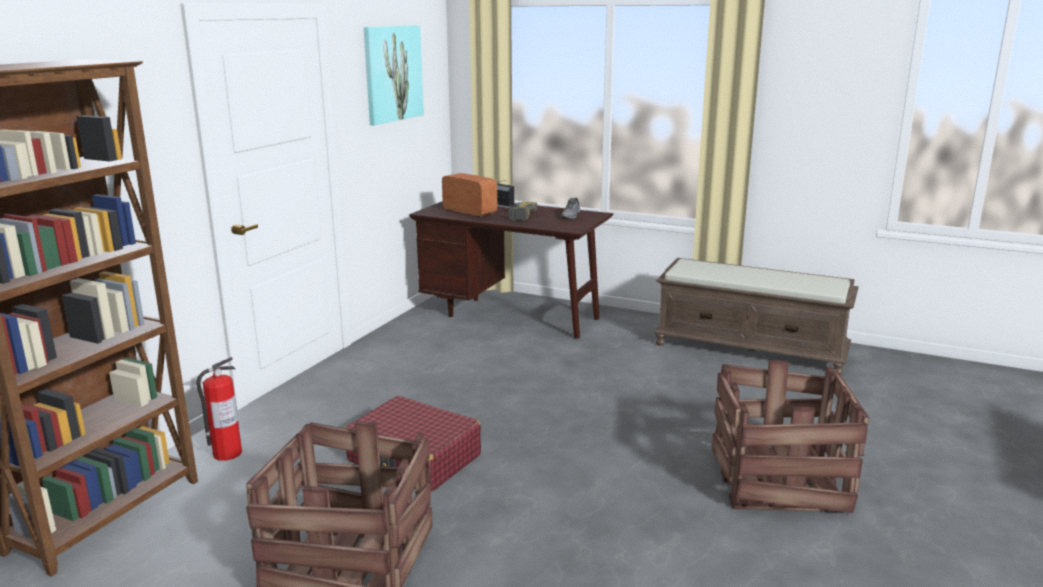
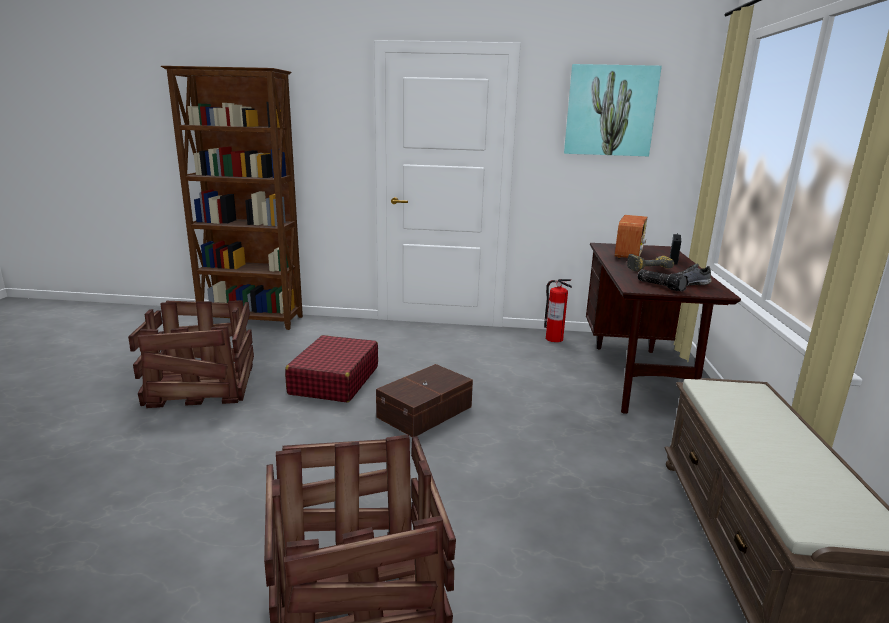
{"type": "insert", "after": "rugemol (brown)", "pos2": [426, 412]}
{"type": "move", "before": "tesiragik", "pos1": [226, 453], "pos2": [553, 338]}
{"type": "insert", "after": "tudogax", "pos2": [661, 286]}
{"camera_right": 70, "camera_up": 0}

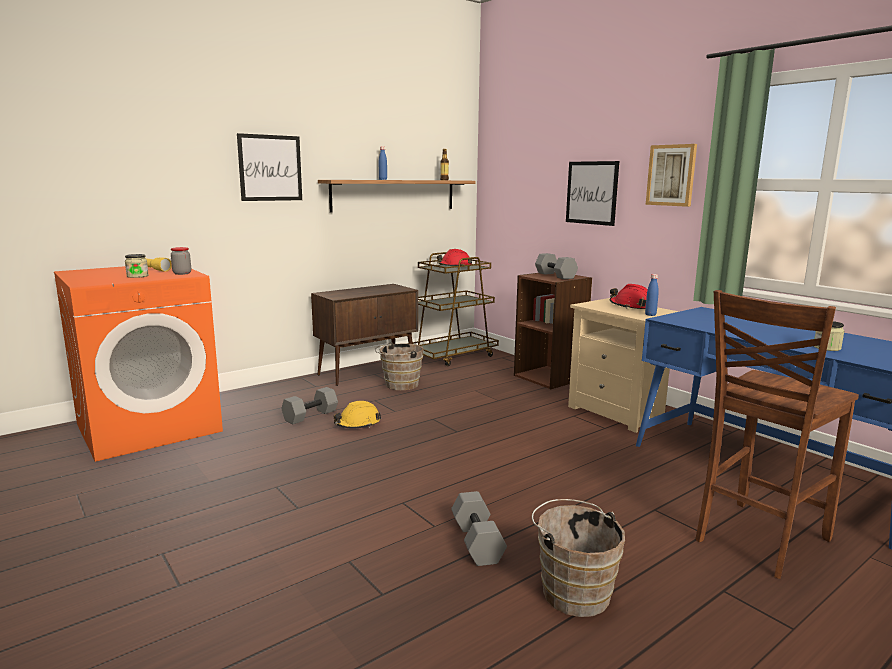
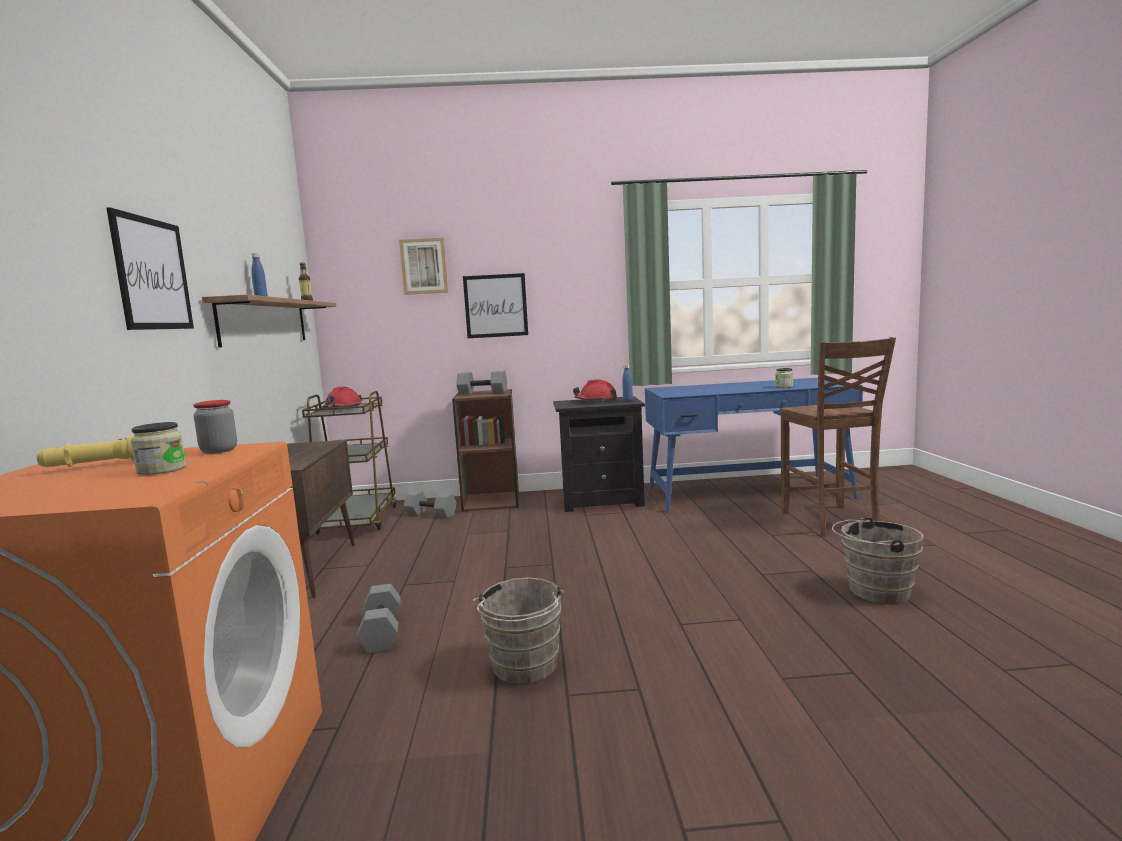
{"type": "move", "before": "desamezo", "pos1": [671, 175], "pos2": [424, 266]}
{"type": "move", "before": "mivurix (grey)", "pos1": [475, 541], "pos2": [430, 514]}
{"type": "move", "before": "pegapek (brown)", "pos1": [399, 385], "pos2": [524, 668]}
{"type": "recolor", "before": "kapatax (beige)", "after": "kapatax (black)", "pos1": [618, 413], "pos2": [602, 501]}
{"type": "delete", "before": "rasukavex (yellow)", "pos1": [357, 424]}
{"camera_right": -55, "camera_up": -5}

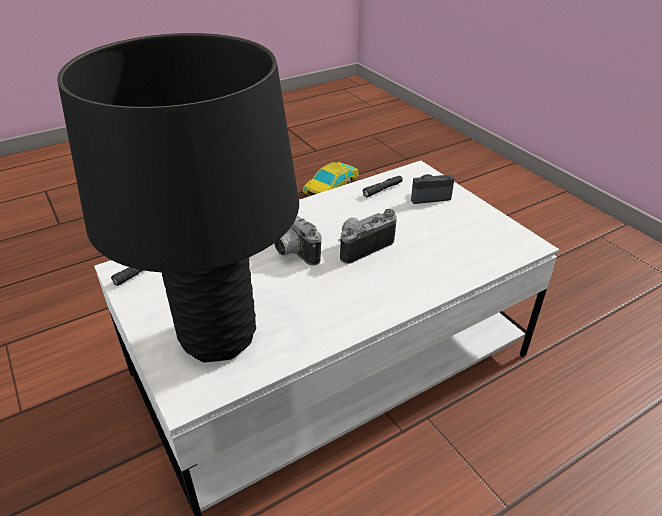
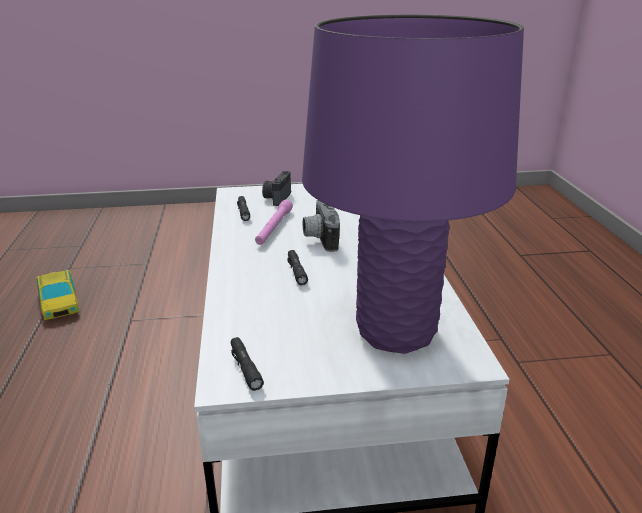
{"type": "insert", "after": "tudogax (pink)", "pos2": [274, 227]}
{"type": "replace", "before": "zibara", "after": "tudogax (black)", "pos1": [291, 252], "pos2": [296, 271]}
{"type": "recolor", "before": "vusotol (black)", "after": "vusotol (purple)", "pos1": [218, 336], "pos2": [395, 331]}
{"camera_right": -65, "camera_up": -10}

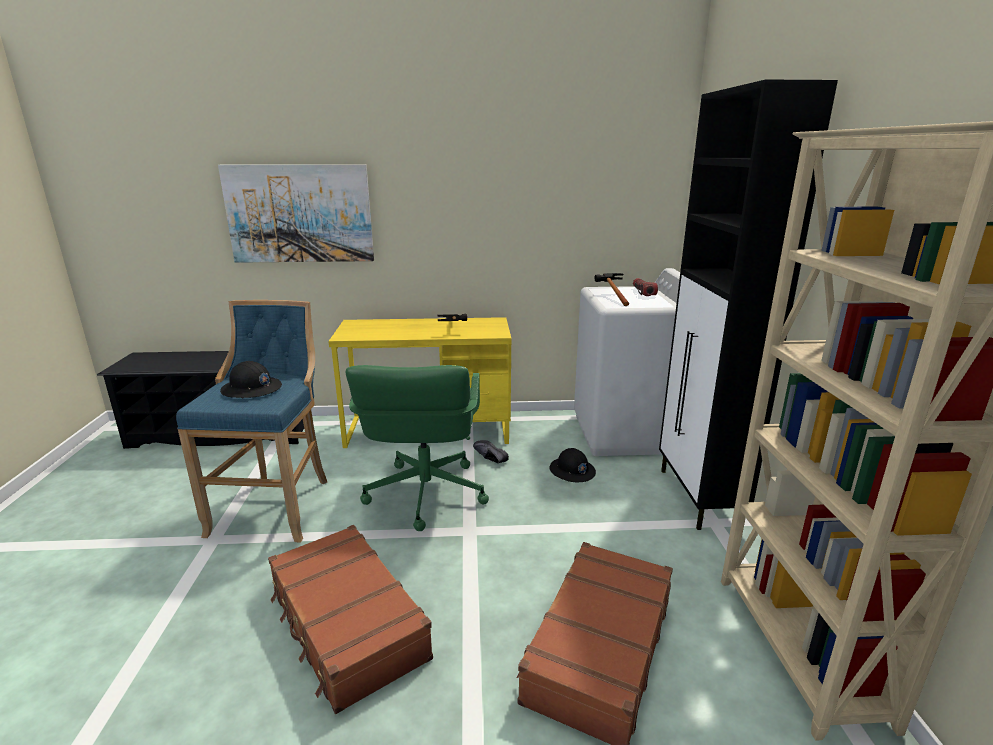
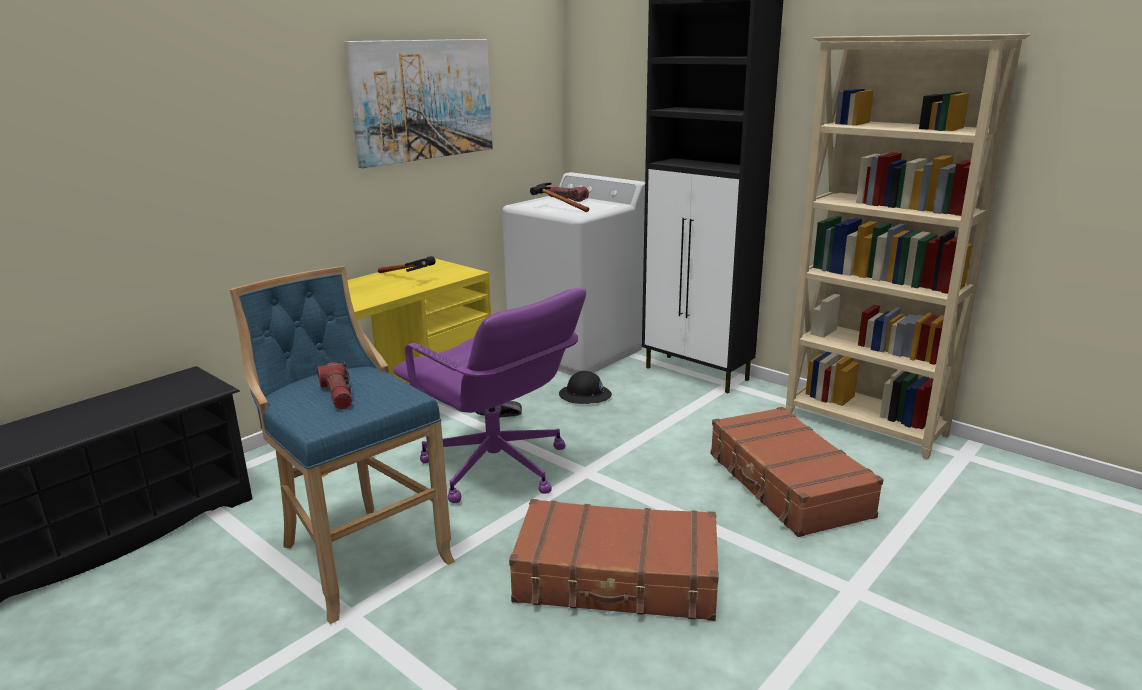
{"type": "replace", "before": "rasukavex (black)", "after": "tudogax", "pos1": [251, 389], "pos2": [338, 395]}
{"type": "move", "before": "desamezo", "pos1": [300, 214], "pos2": [423, 100]}
{"type": "recolor", "before": "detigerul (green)", "after": "detigerul (purple)", "pos1": [425, 494], "pos2": [495, 468]}
{"camera_right": -45, "camera_up": 0}

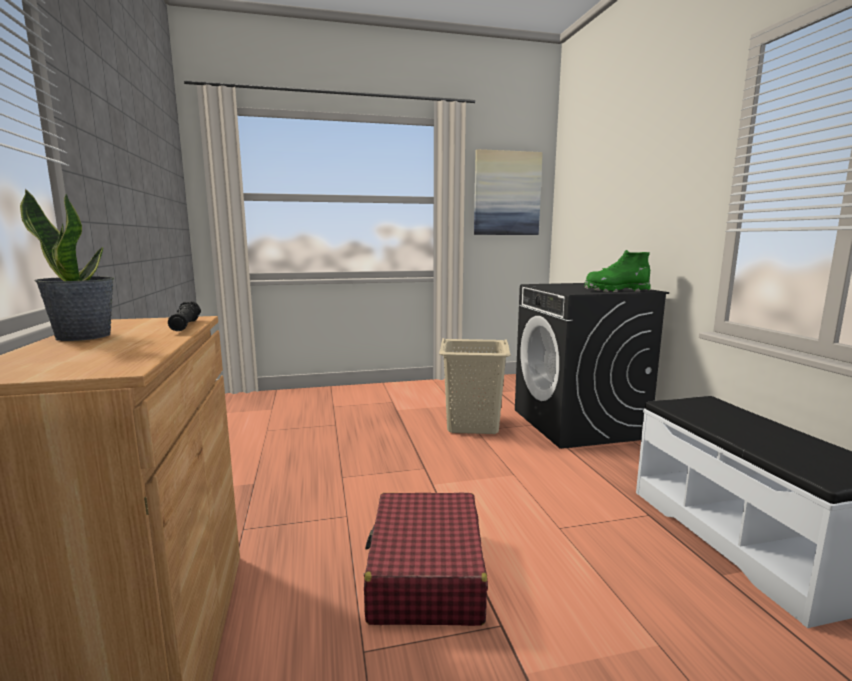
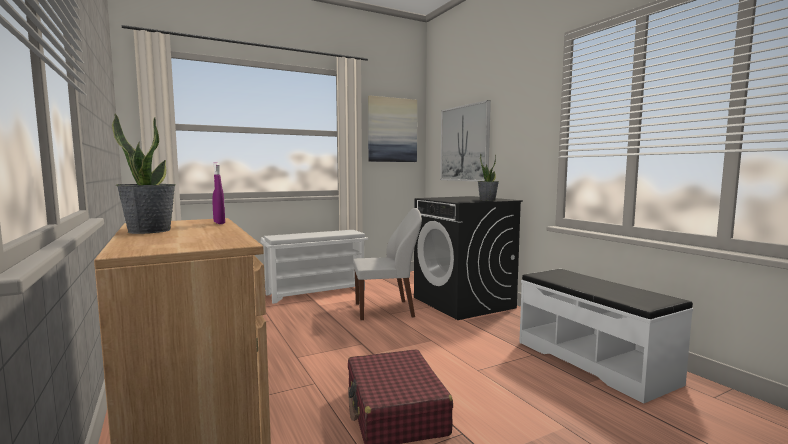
{"type": "replace", "before": "tudogax (black)", "after": "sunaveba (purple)", "pos1": [185, 325], "pos2": [219, 223]}
{"type": "insert", "after": "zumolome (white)", "pos2": [317, 292]}
{"type": "replace", "before": "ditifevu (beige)", "after": "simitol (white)", "pos1": [473, 425], "pos2": [386, 310]}
{"type": "insert", "after": "desamezo", "pos2": [464, 143]}
{"type": "replace", "before": "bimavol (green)", "after": "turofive", "pos1": [615, 290], "pos2": [487, 200]}
{"camera_right": -15, "camera_up": -5}

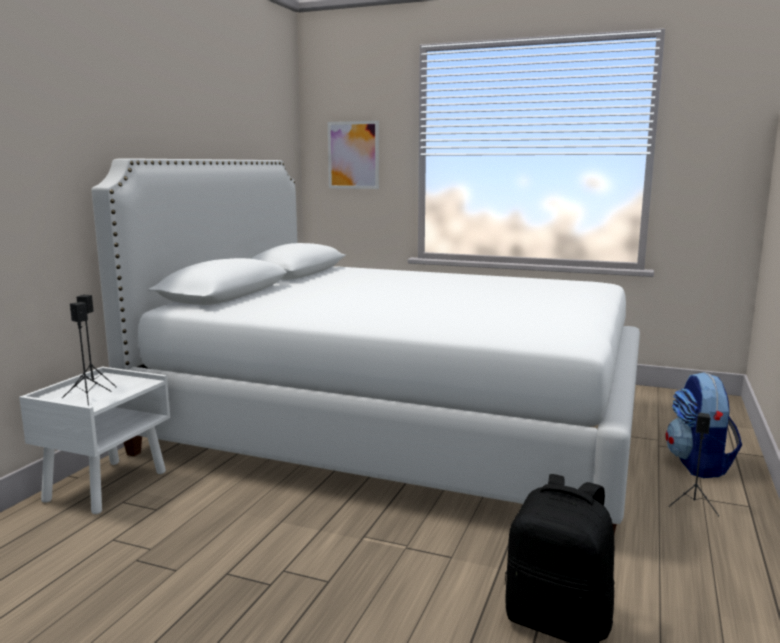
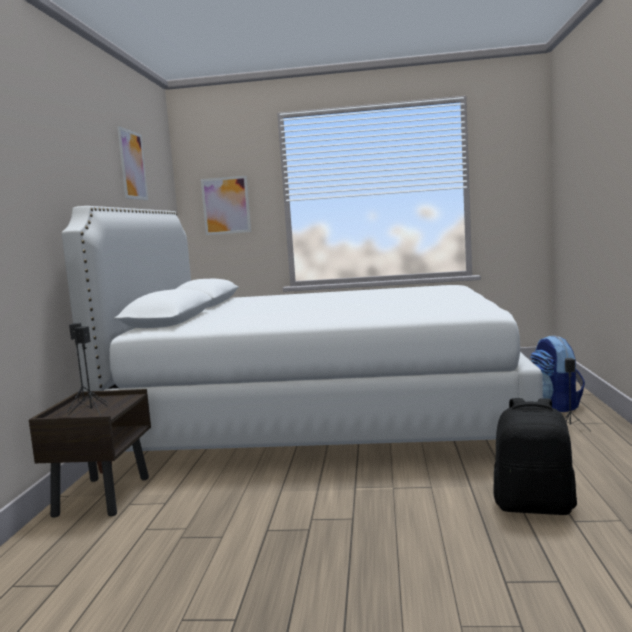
{"type": "recolor", "before": "kapatax (white)", "after": "kapatax (brown)", "pos1": [107, 485], "pos2": [103, 496]}
{"type": "insert", "after": "desamezo", "pos2": [132, 165]}
{"camera_right": -15, "camera_up": -5}

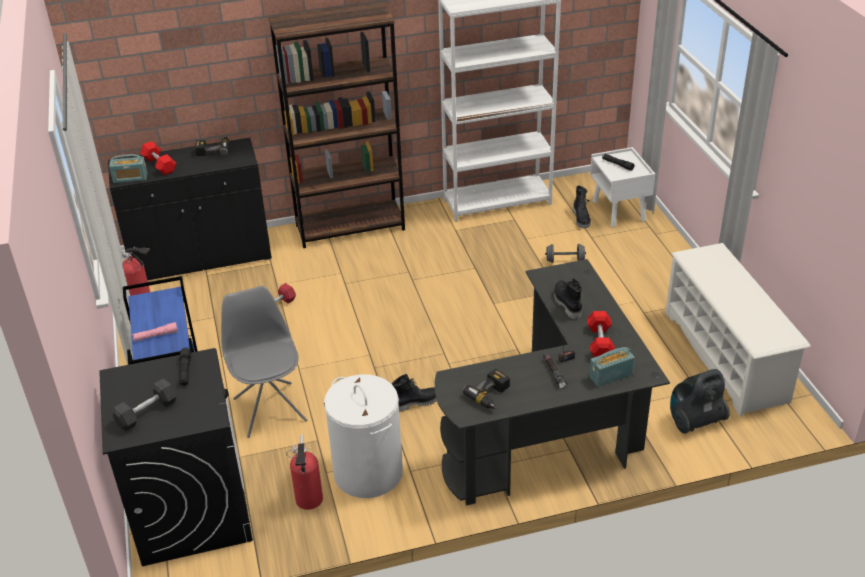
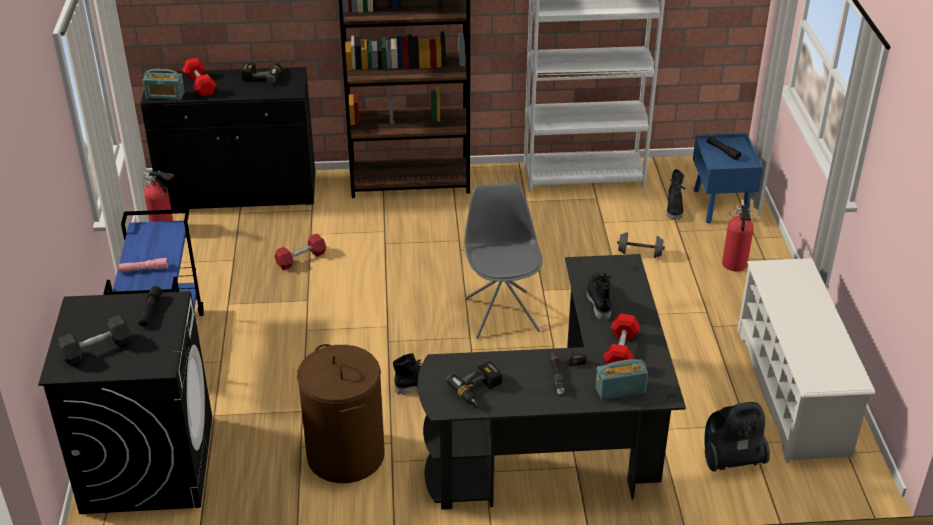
{"type": "recolor", "before": "ditifevu (white)", "after": "ditifevu (brown)", "pos1": [368, 473], "pos2": [345, 455]}
{"type": "move", "before": "simitol (grey)", "pos1": [269, 409], "pos2": [501, 313]}
{"type": "recolor", "before": "kapatax (white)", "after": "kapatax (blue)", "pos1": [619, 211], "pos2": [721, 206]}
{"type": "move", "before": "tesiragik", "pos1": [309, 501], "pos2": [734, 265]}
{"camera_right": 10, "camera_up": 0}

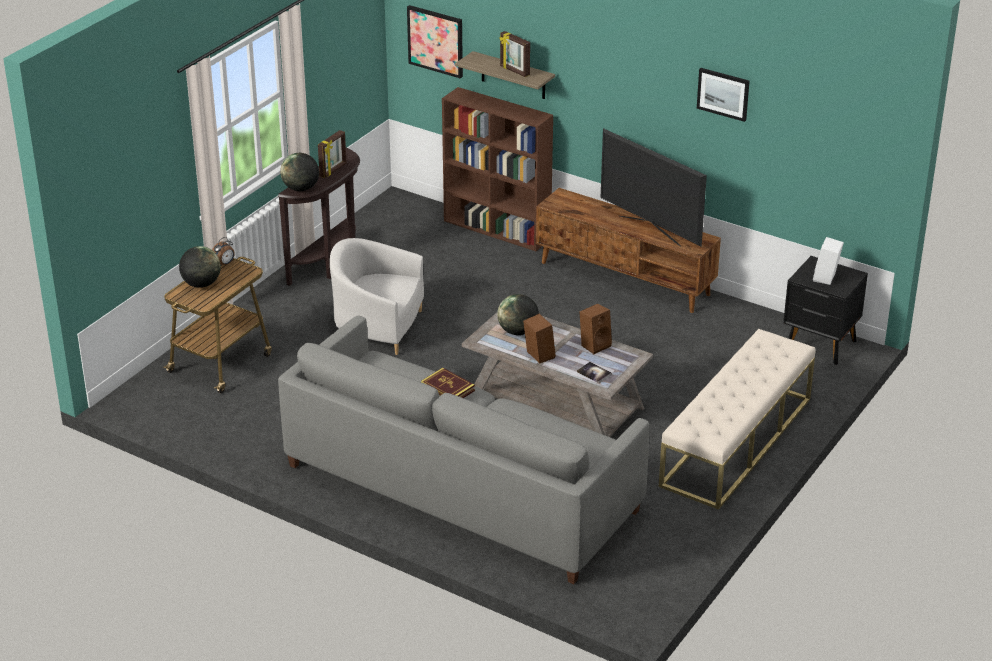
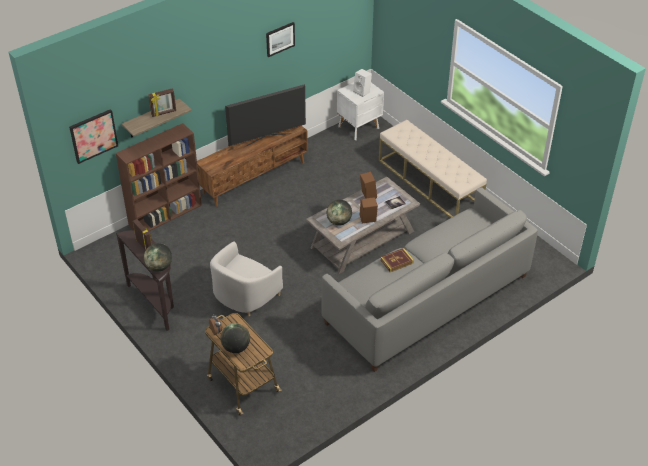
{"type": "recolor", "before": "kapatax (black)", "after": "kapatax (white)", "pos1": [821, 345], "pos2": [359, 127]}
{"camera_right": -70, "camera_up": 10}

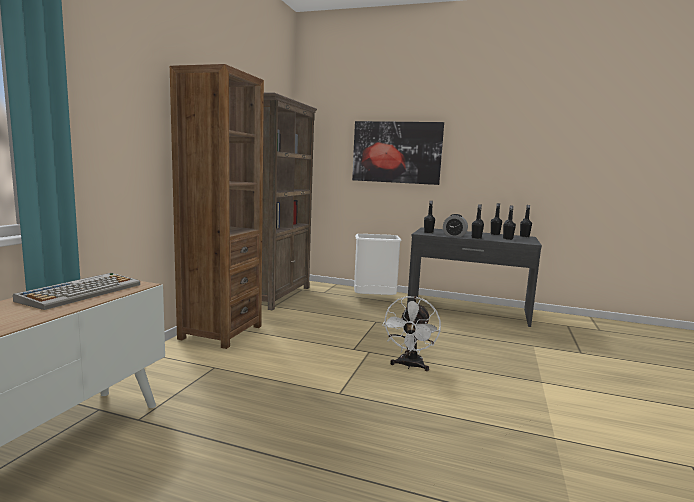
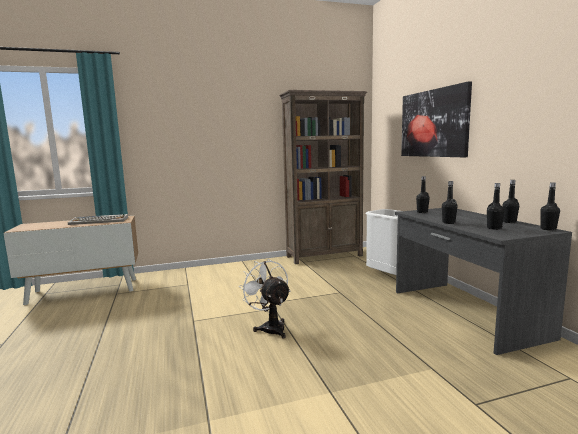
{"type": "rotate", "before": "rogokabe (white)", "pos1": [409, 366], "pos2": [270, 327], "turn": 75}
{"type": "delete", "before": "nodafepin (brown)", "pos1": [221, 332]}
{"type": "delete", "before": "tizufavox", "pos1": [454, 235]}
{"camera_right": 55, "camera_up": 0}

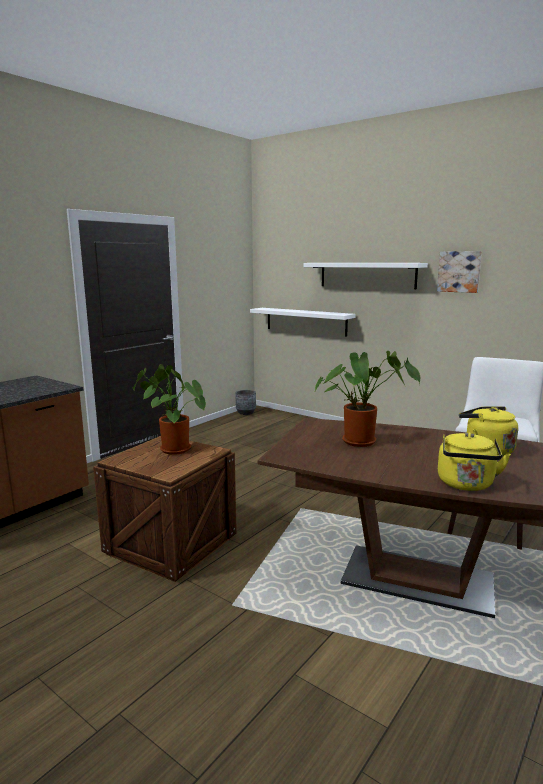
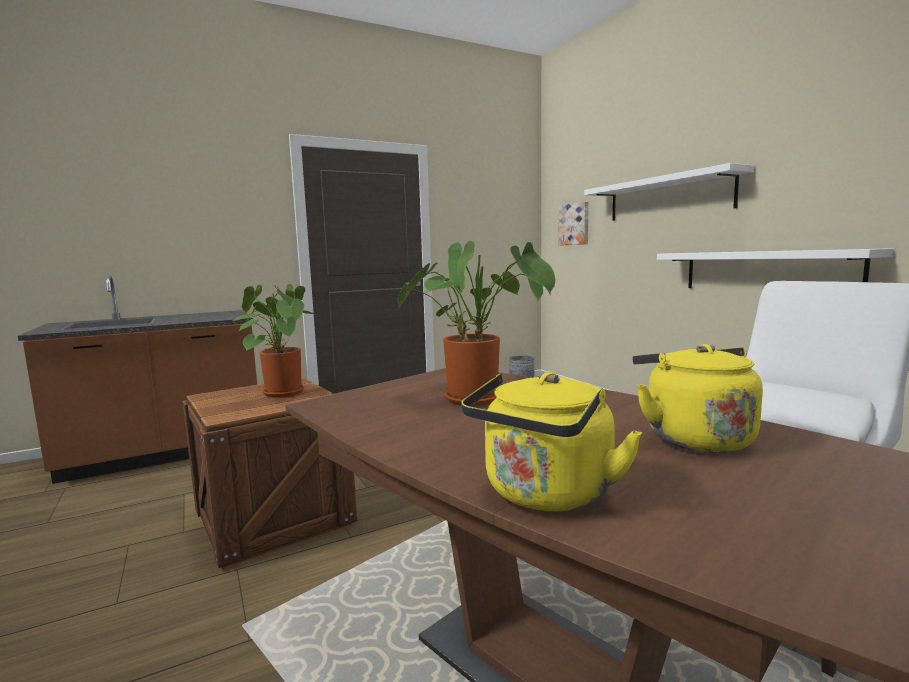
{"type": "move", "before": "desamezo", "pos1": [459, 271], "pos2": [574, 224]}
{"type": "move", "before": "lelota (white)", "pos1": [305, 321], "pos2": [766, 271]}
{"camera_right": 25, "camera_up": -5}

